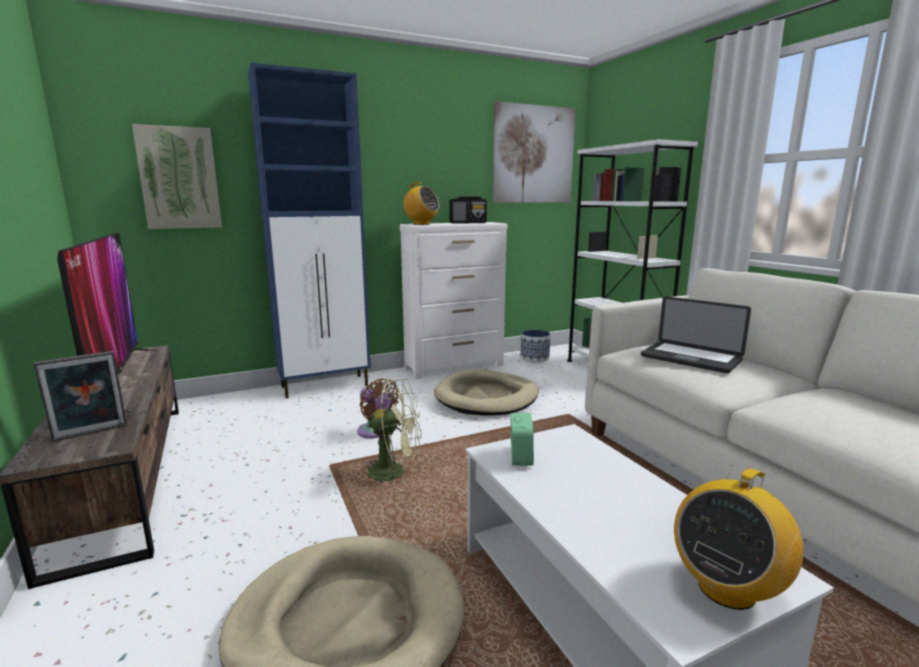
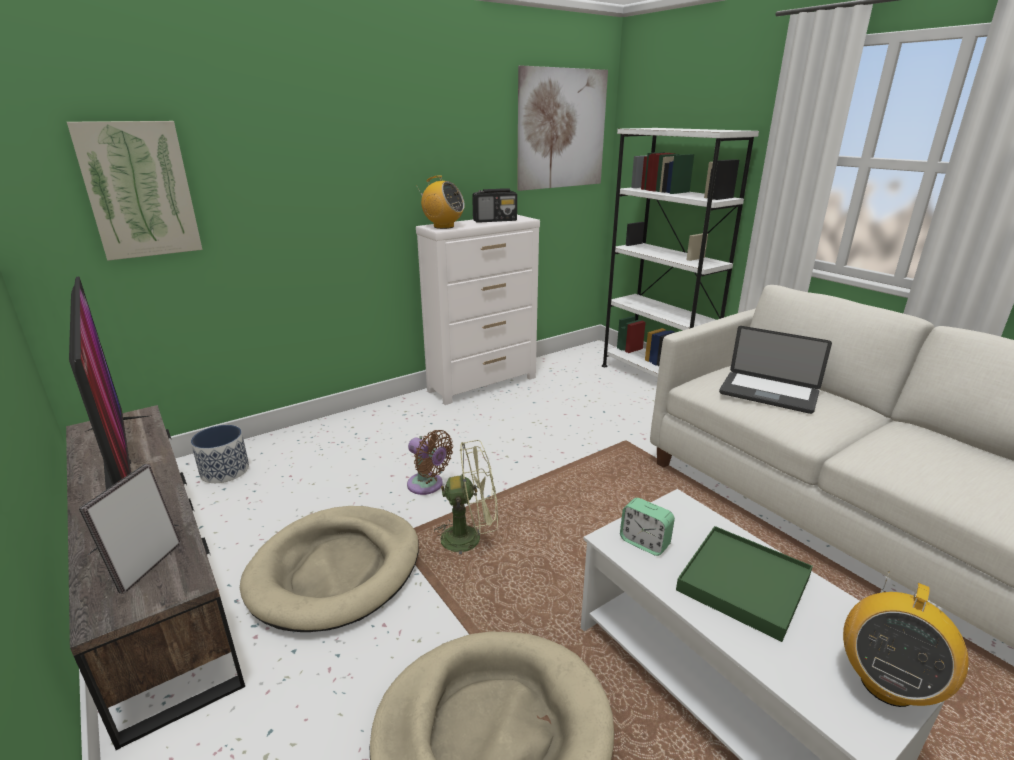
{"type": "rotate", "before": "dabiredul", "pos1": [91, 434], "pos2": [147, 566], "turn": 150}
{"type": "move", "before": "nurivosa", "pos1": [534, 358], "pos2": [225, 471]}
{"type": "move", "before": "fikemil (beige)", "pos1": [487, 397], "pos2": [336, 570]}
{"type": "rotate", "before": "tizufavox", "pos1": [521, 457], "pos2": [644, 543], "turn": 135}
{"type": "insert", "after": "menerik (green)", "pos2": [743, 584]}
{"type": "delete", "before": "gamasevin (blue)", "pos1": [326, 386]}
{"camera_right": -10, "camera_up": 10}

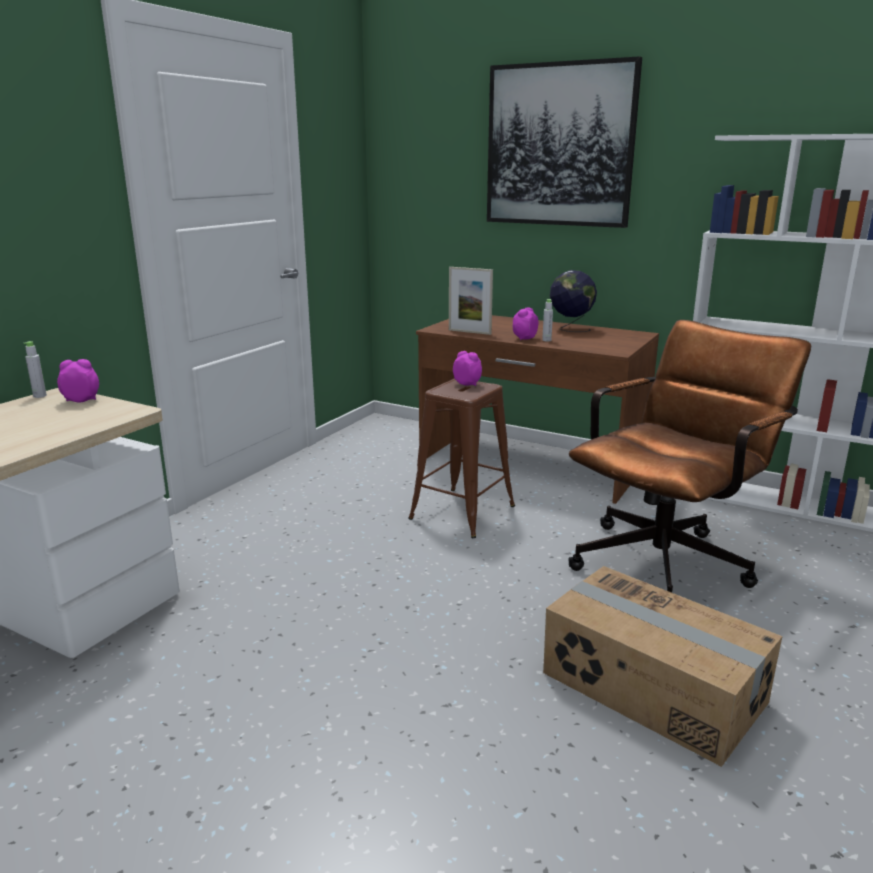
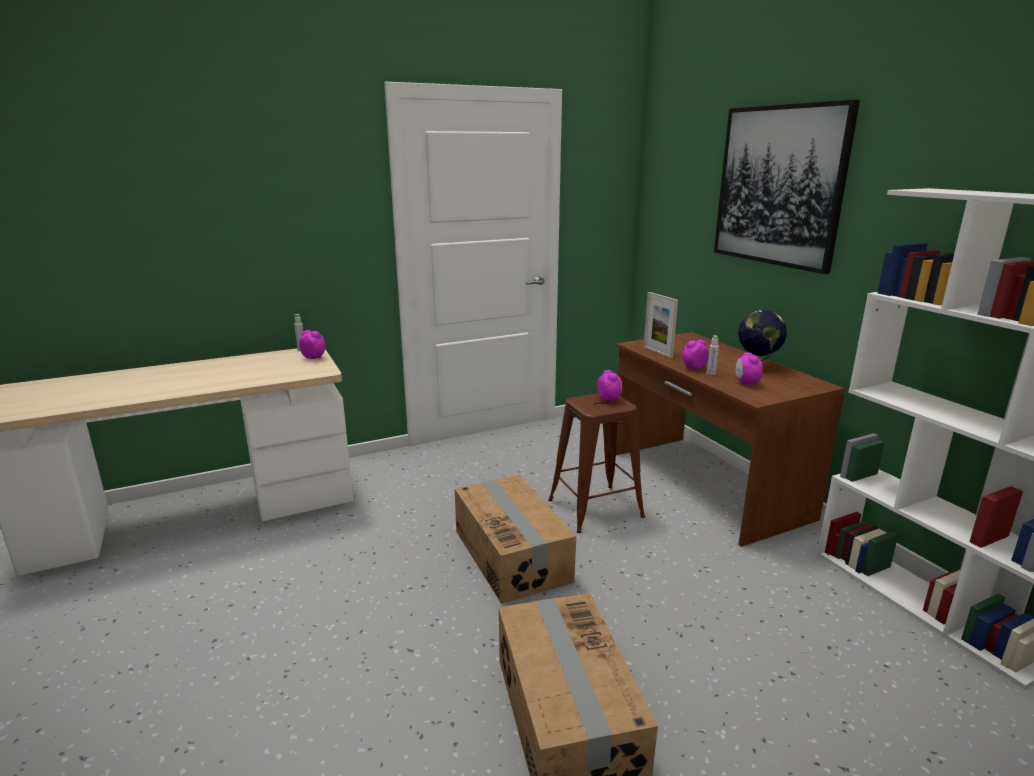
{"type": "insert", "after": "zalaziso", "pos2": [512, 555]}
{"type": "insert", "after": "tizufavox", "pos2": [746, 383]}
{"type": "delete", "before": "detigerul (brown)", "pos1": [668, 559]}
{"camera_right": 35, "camera_up": 0}

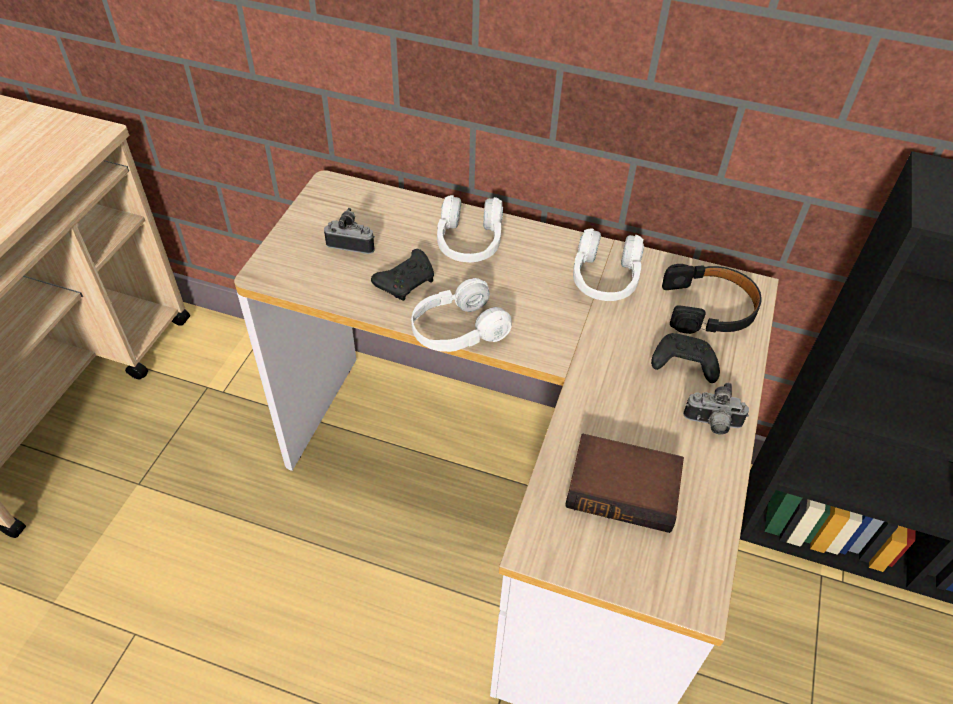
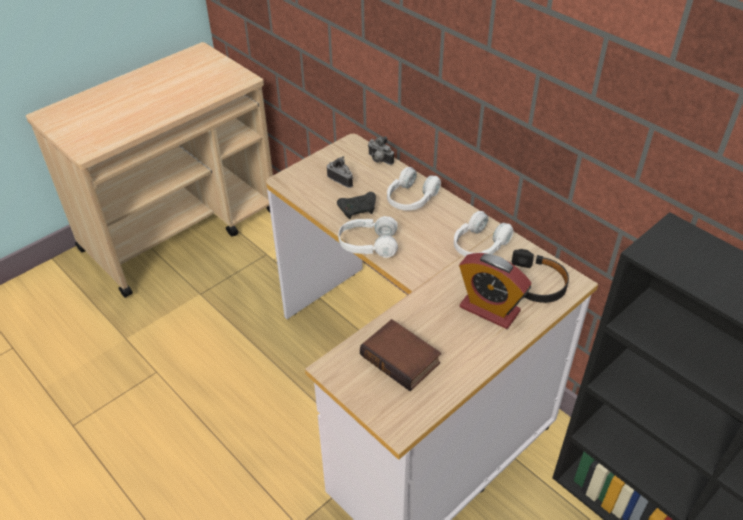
{"type": "move", "before": "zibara", "pos1": [712, 425], "pos2": [379, 160]}
{"type": "replace", "before": "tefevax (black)", "after": "tizufavox", "pos1": [682, 364], "pos2": [489, 309]}
{"camera_right": 30, "camera_up": -5}

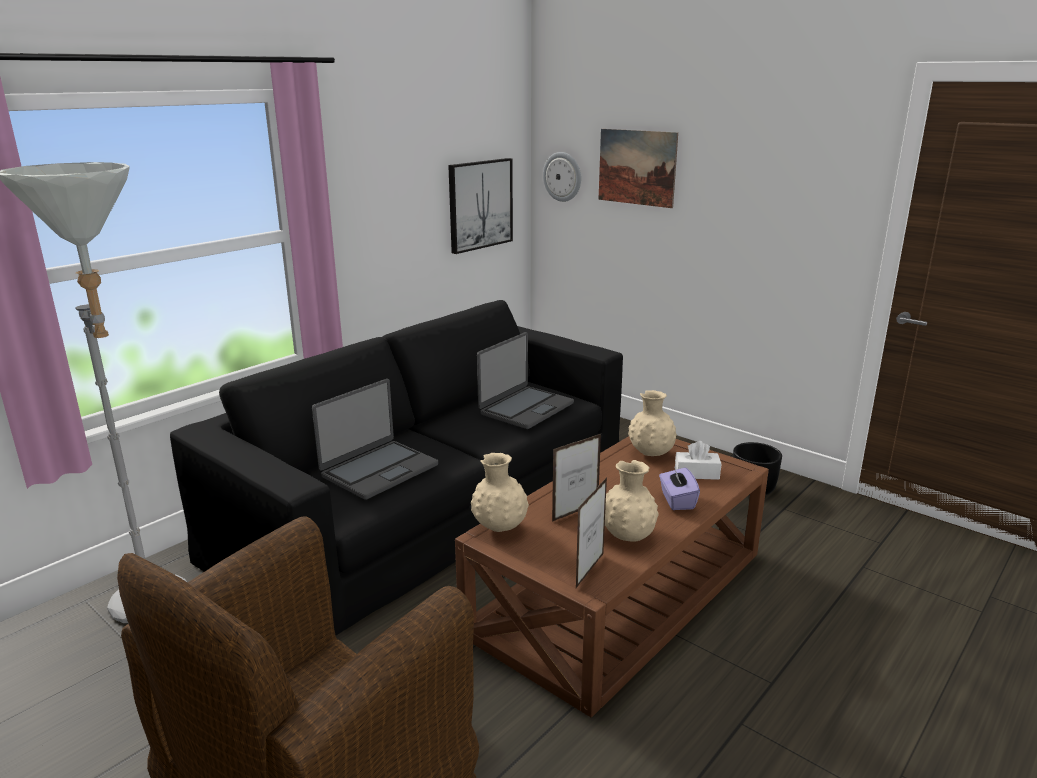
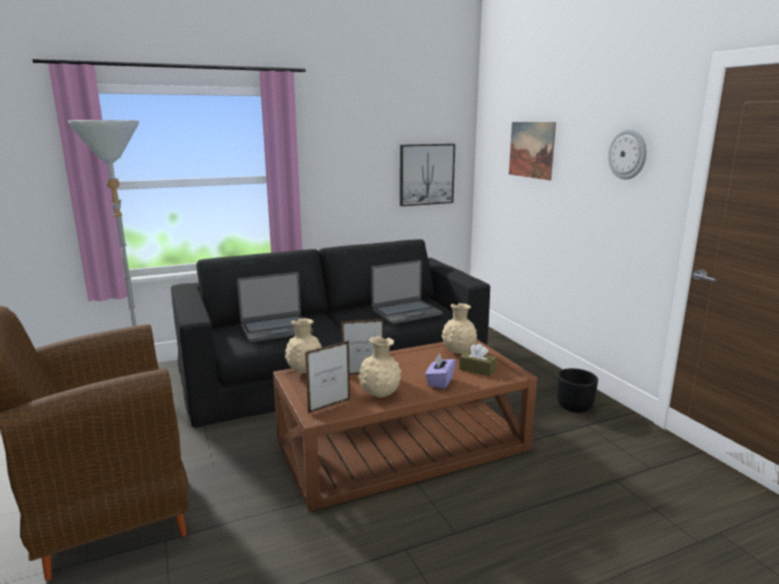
{"type": "recolor", "before": "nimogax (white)", "after": "nimogax (brown)", "pos1": [696, 473], "pos2": [477, 369]}
{"type": "move", "before": "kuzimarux", "pos1": [562, 176], "pos2": [628, 154]}
{"camera_right": 25, "camera_up": -5}

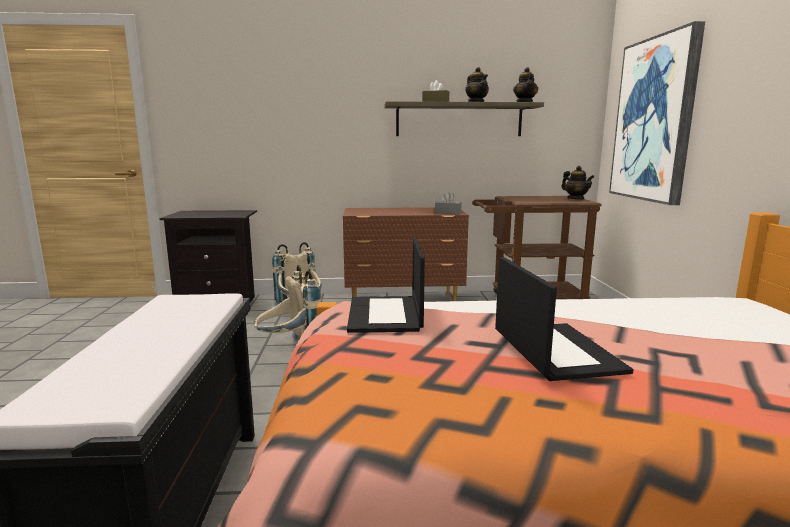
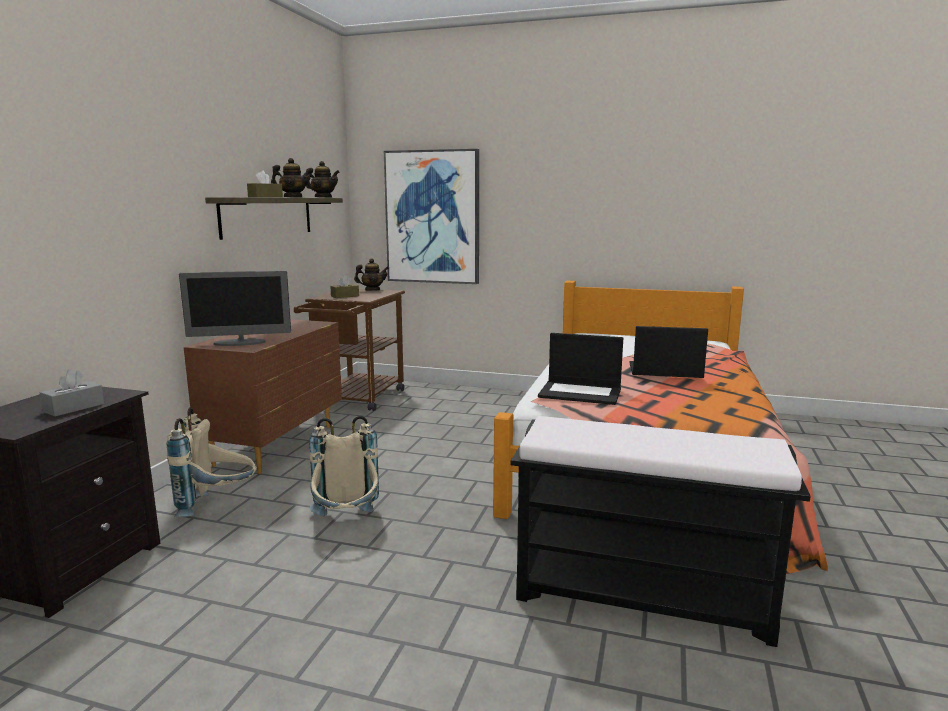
{"type": "move", "before": "nimogax (grey)", "pos1": [448, 213], "pos2": [74, 408]}
{"type": "insert", "after": "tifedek", "pos2": [240, 343]}
{"type": "insert", "after": "nimogax (brown)", "pos2": [345, 296]}
{"camera_right": -70, "camera_up": 0}

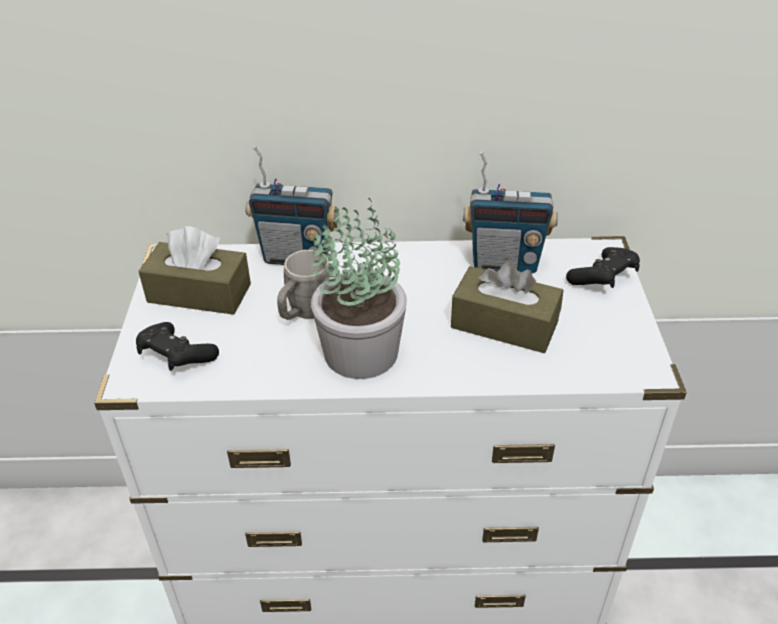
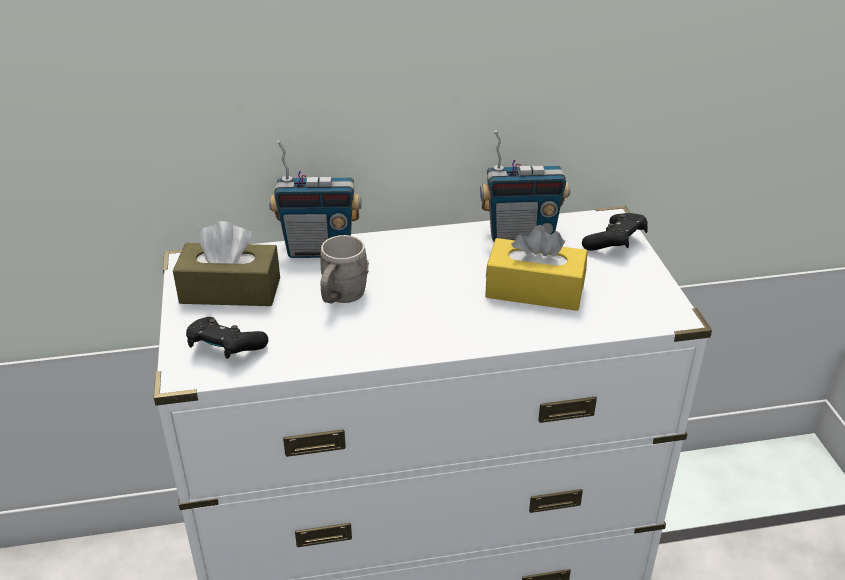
{"type": "recolor", "before": "nimogax (brown)", "after": "nimogax (yellow)", "pos1": [504, 324], "pos2": [534, 290]}
{"type": "delete", "before": "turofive", "pos1": [360, 351]}
{"camera_right": -10, "camera_up": -5}

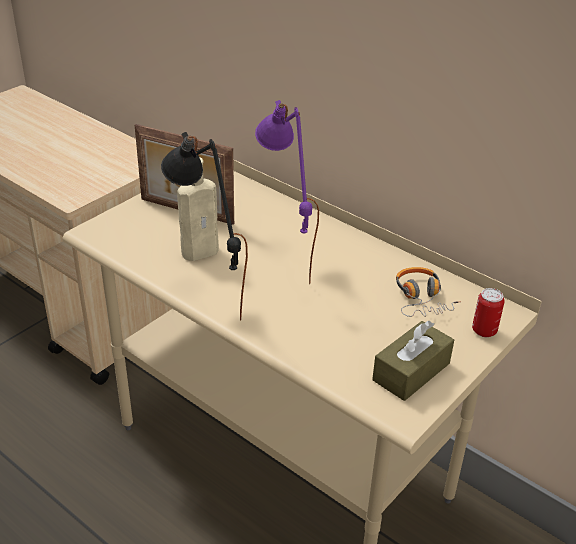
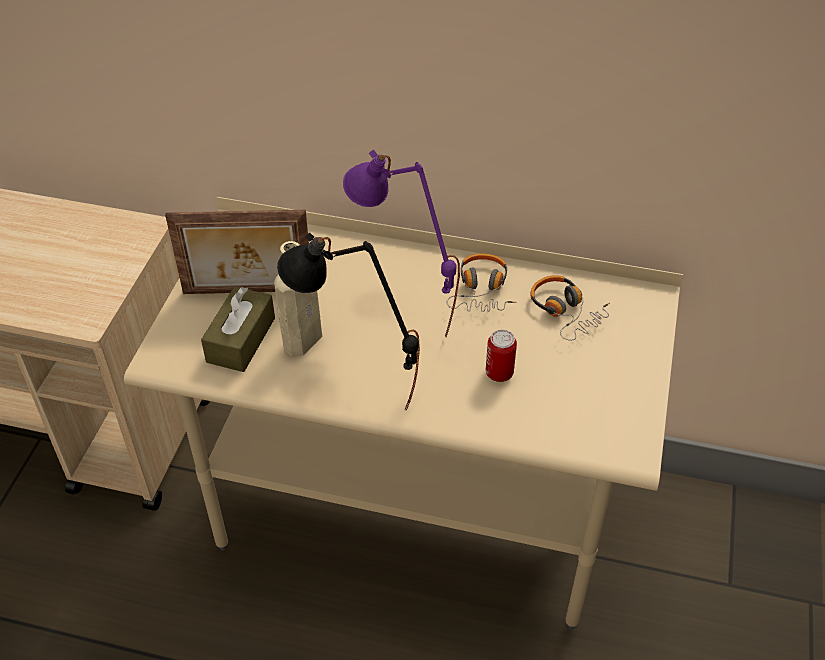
{"type": "move", "before": "nimogax (brown)", "pos1": [411, 372], "pos2": [241, 340]}
{"type": "insert", "after": "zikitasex", "pos2": [481, 290]}
{"type": "move", "before": "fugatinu", "pos1": [484, 330], "pos2": [499, 373]}
{"camera_right": -25, "camera_up": 10}

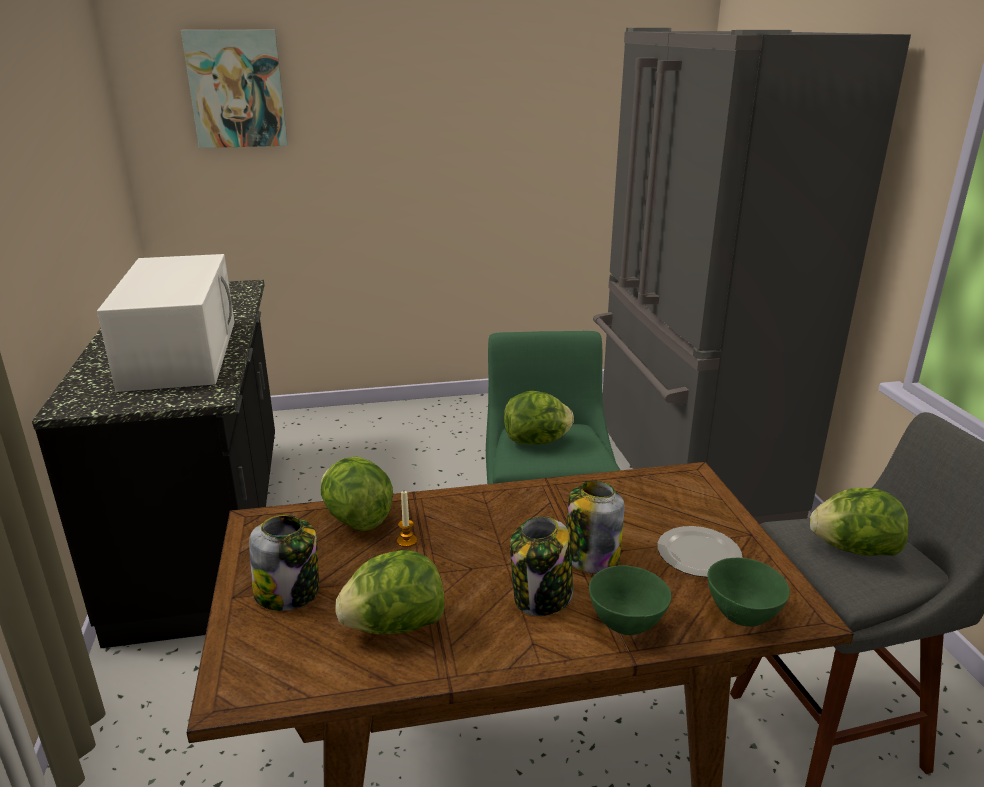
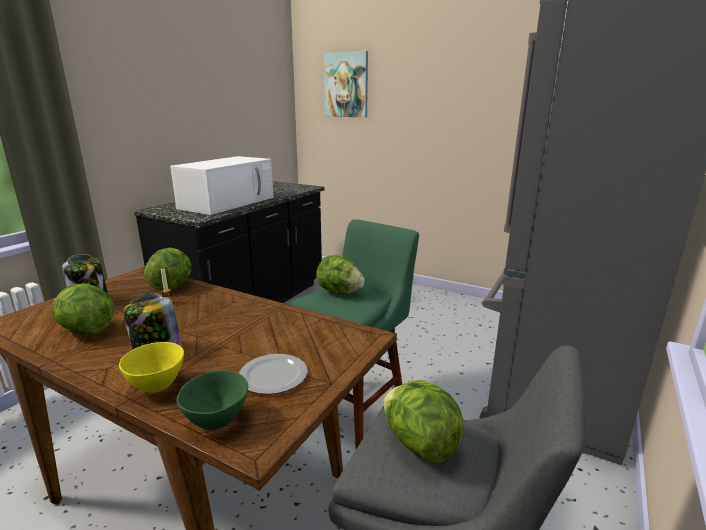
{"type": "recolor", "before": "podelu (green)", "after": "podelu (yellow)", "pos1": [627, 625], "pos2": [157, 386]}
{"type": "delete", "before": "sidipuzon", "pos1": [590, 558]}
{"camera_right": 40, "camera_up": -5}

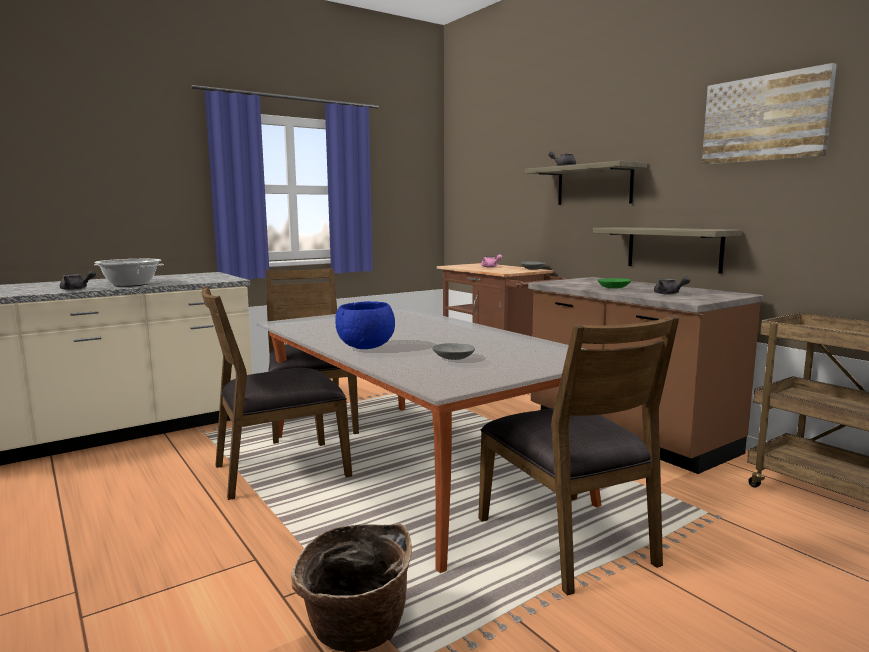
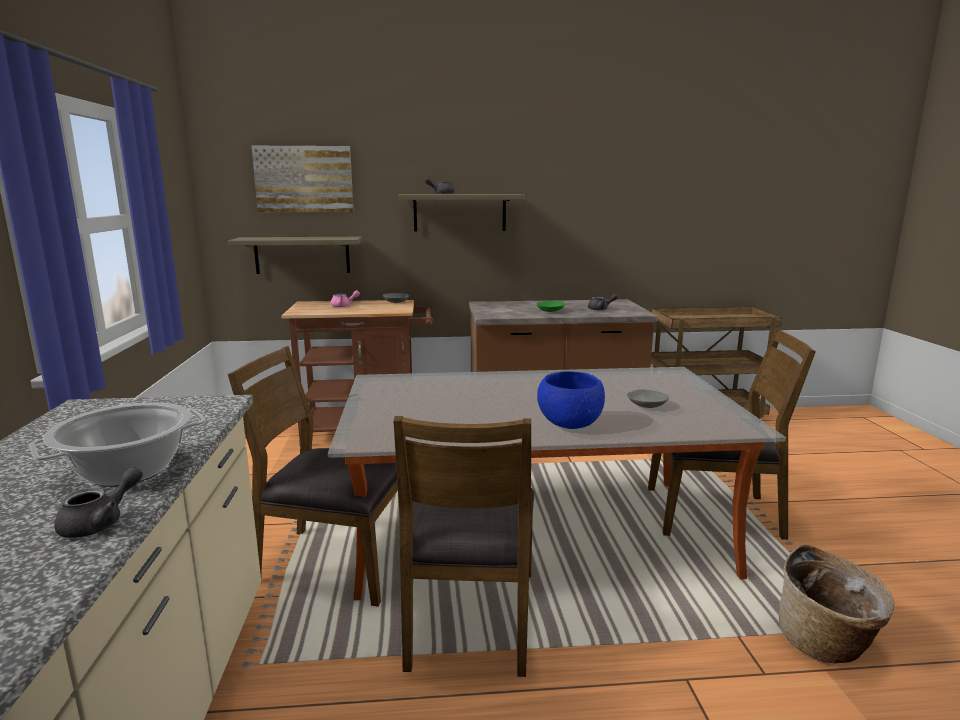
{"type": "move", "before": "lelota", "pos1": [673, 249], "pos2": [302, 255]}
{"type": "move", "before": "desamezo", "pos1": [765, 119], "pos2": [304, 179]}
{"camera_right": -60, "camera_up": 5}

